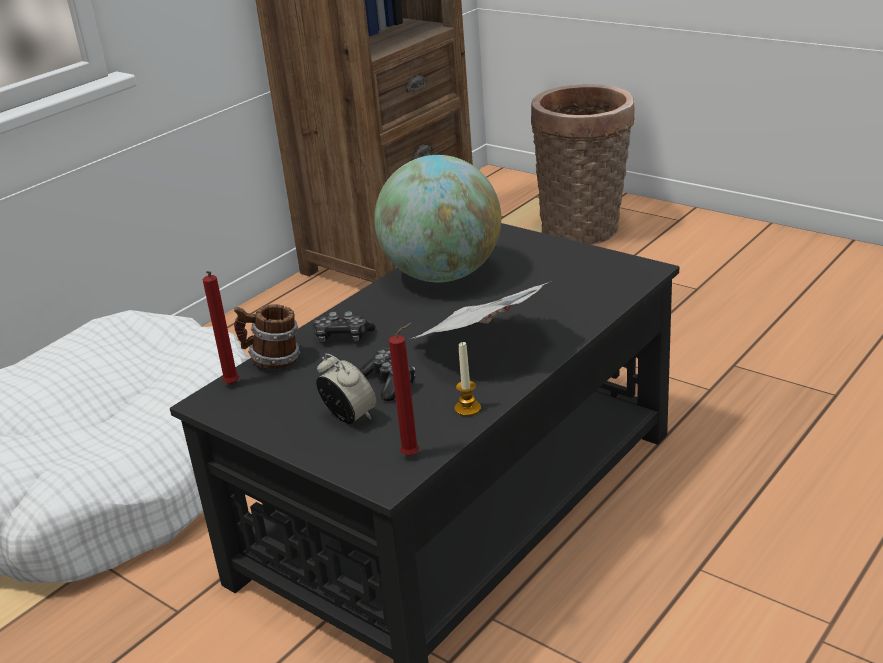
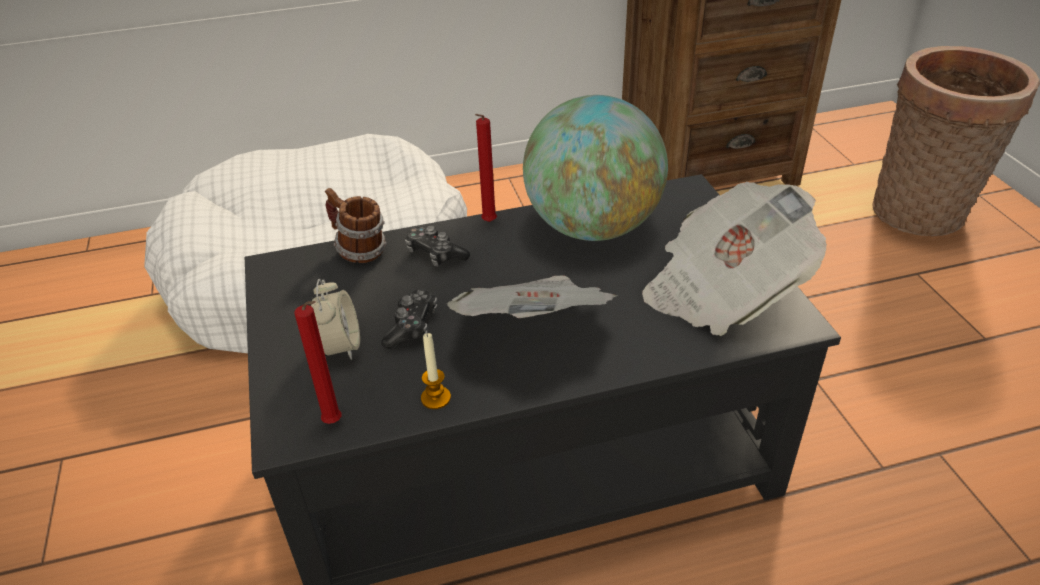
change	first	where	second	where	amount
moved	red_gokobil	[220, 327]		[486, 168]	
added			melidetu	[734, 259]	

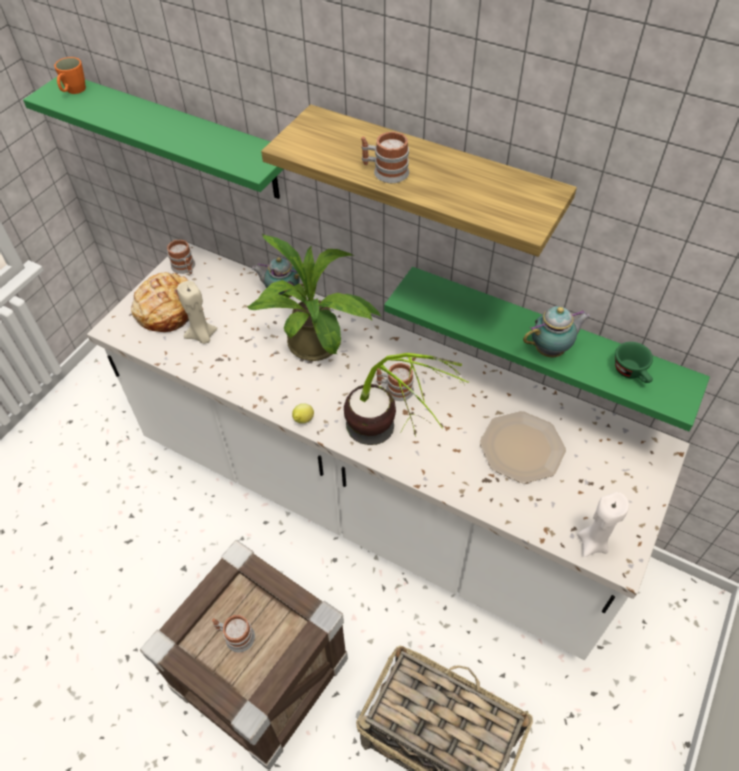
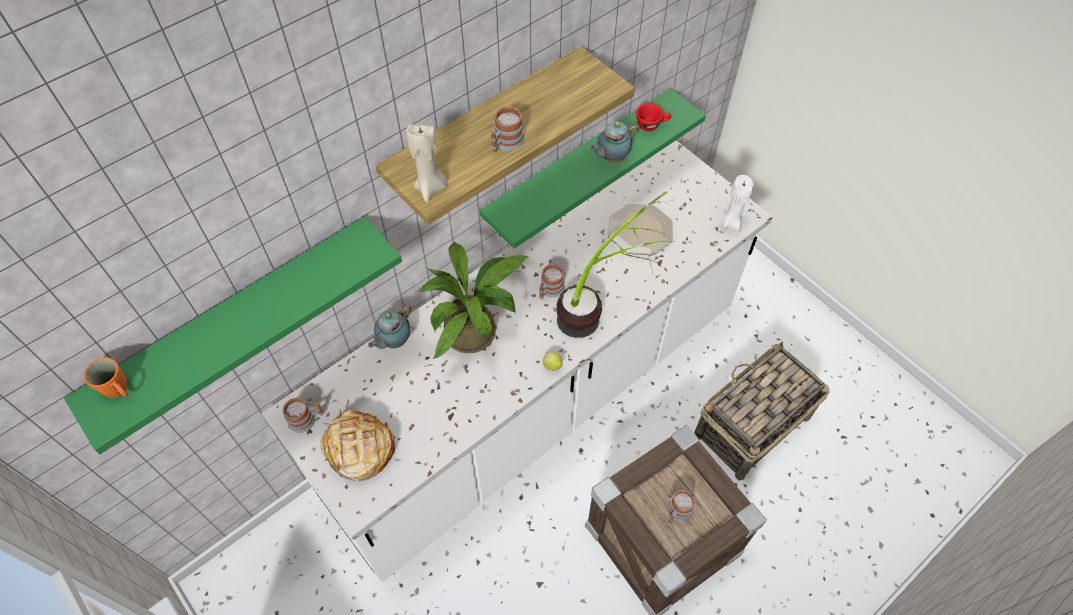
change	first	where	second	where	amount
moved	beige_gokobil	[197, 312]		[426, 163]	
turned	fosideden	[557, 331]		[614, 142]	120 degrees counterclockwise
recoloured	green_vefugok	[634, 362]	red_vefugok	[653, 117]	

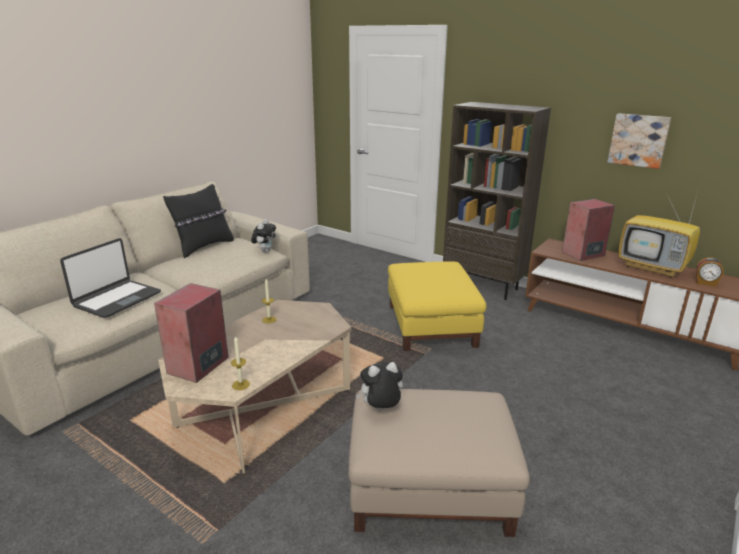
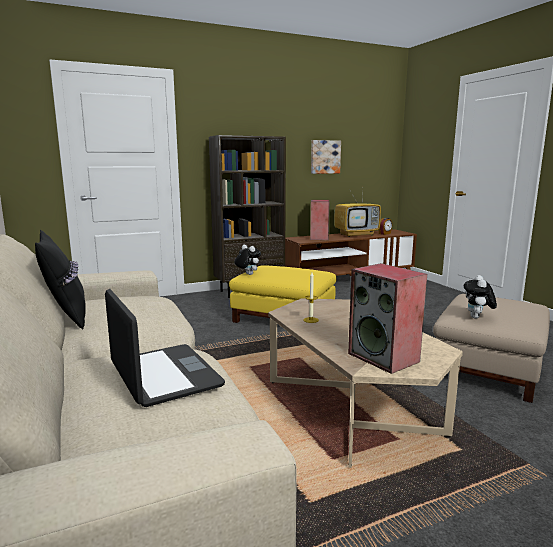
change	first	where	second	where	amount
removed	gokobil	[240, 362]			
moved	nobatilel	[263, 236]		[247, 260]	

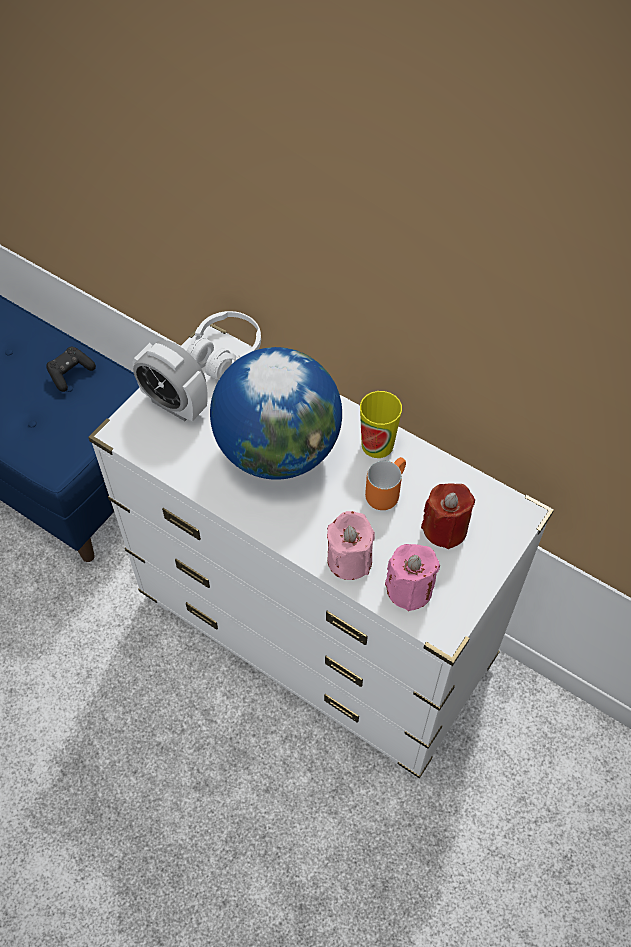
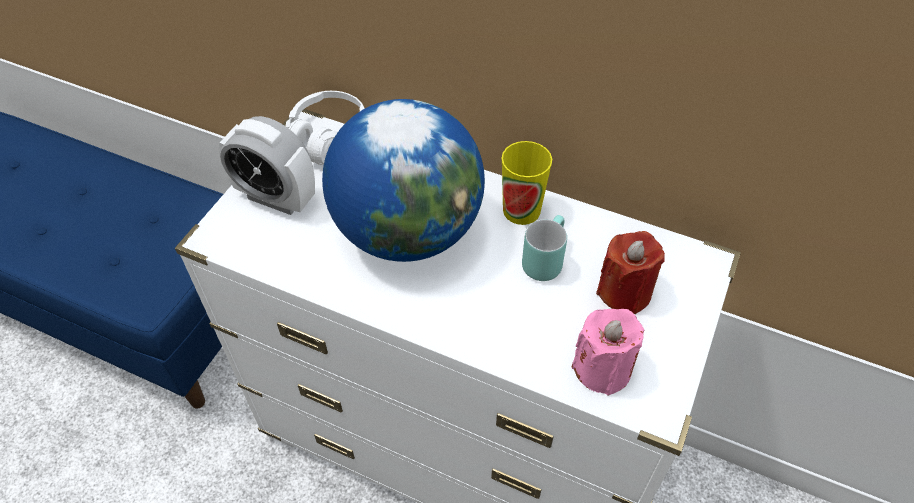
change	first	where	second	where	amount
removed	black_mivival	[71, 369]			
removed	pink_gokobil	[351, 545]			
recoloured	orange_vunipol	[385, 483]	turquoise_vunipol	[544, 248]	

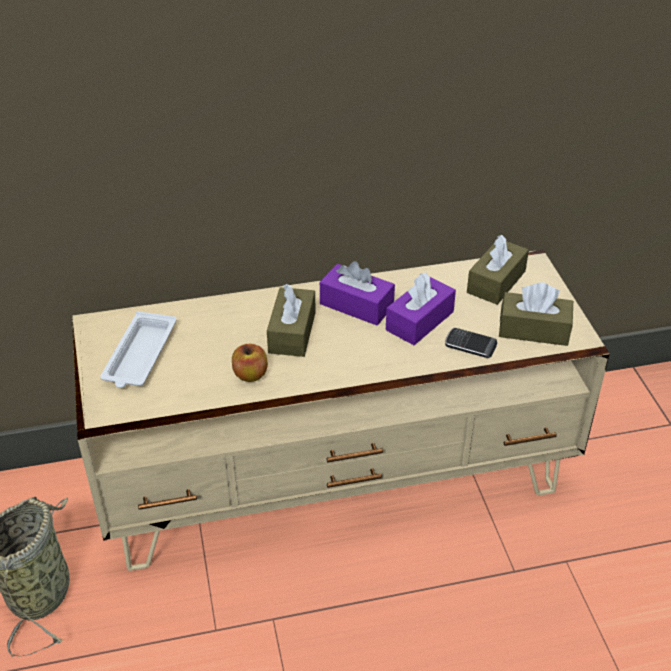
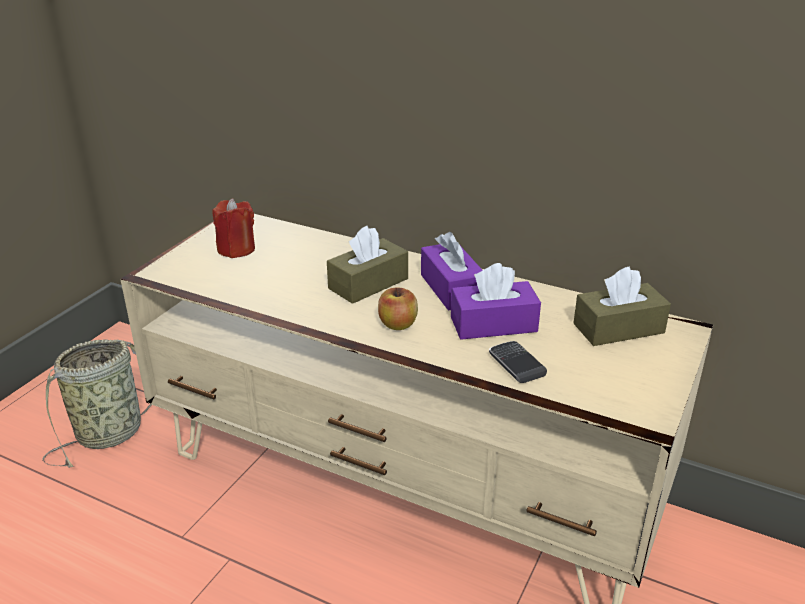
change	first	where	second	where	amount
replaced	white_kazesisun	[138, 349]	red_gokobil	[234, 228]	
moved	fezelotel	[250, 363]		[398, 309]	
removed	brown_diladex	[536, 314]			

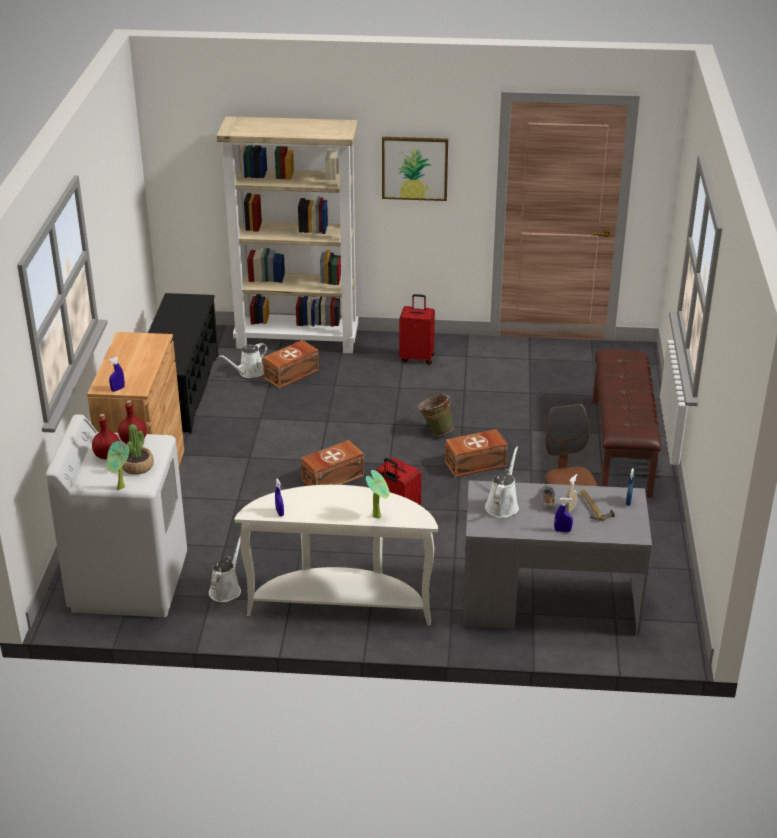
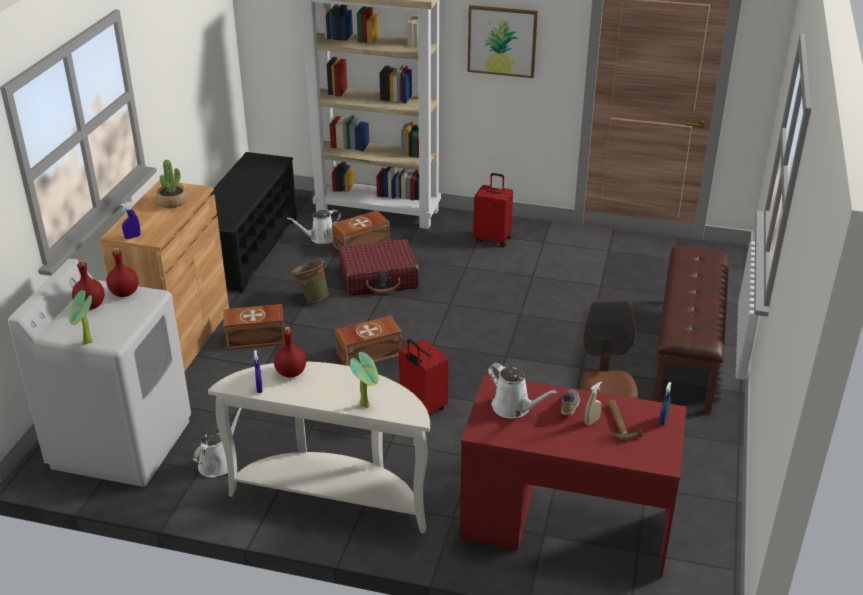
change	first	where	second	where	amount
moved	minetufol	[138, 449]		[172, 184]	
moved	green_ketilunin	[436, 414]		[310, 280]	
moved	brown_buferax	[476, 453]		[254, 327]	
recoloured	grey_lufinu	[557, 557]	red_lufinu	[573, 476]	
turned	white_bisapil	[502, 482]		[523, 390]	105 degrees clockwise
removed	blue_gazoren	[563, 515]			
added			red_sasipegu	[290, 352]	
added			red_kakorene	[379, 267]	

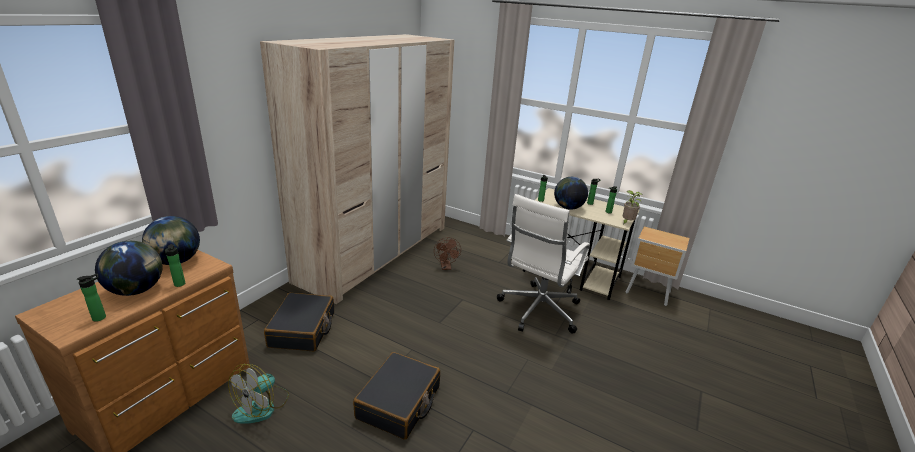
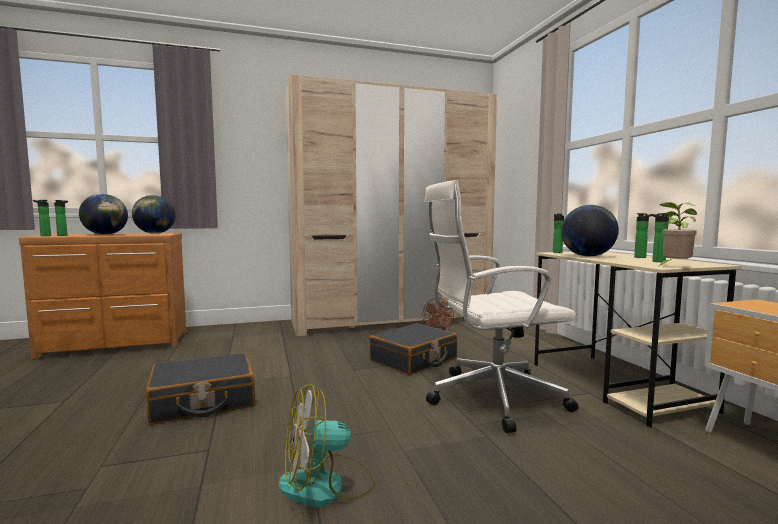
change	first	where	second	where	amount
moved	sasipegu	[175, 265]		[42, 218]	
moved	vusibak	[258, 394]		[327, 445]	
moved	black_kakorene	[299, 322]		[413, 349]	

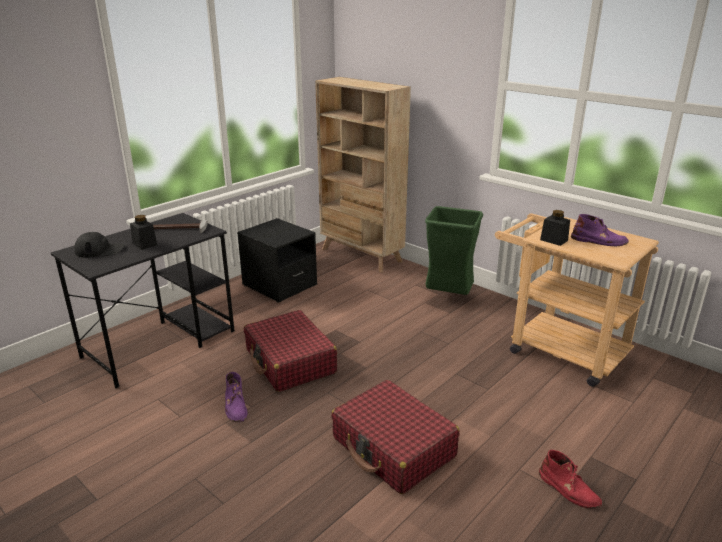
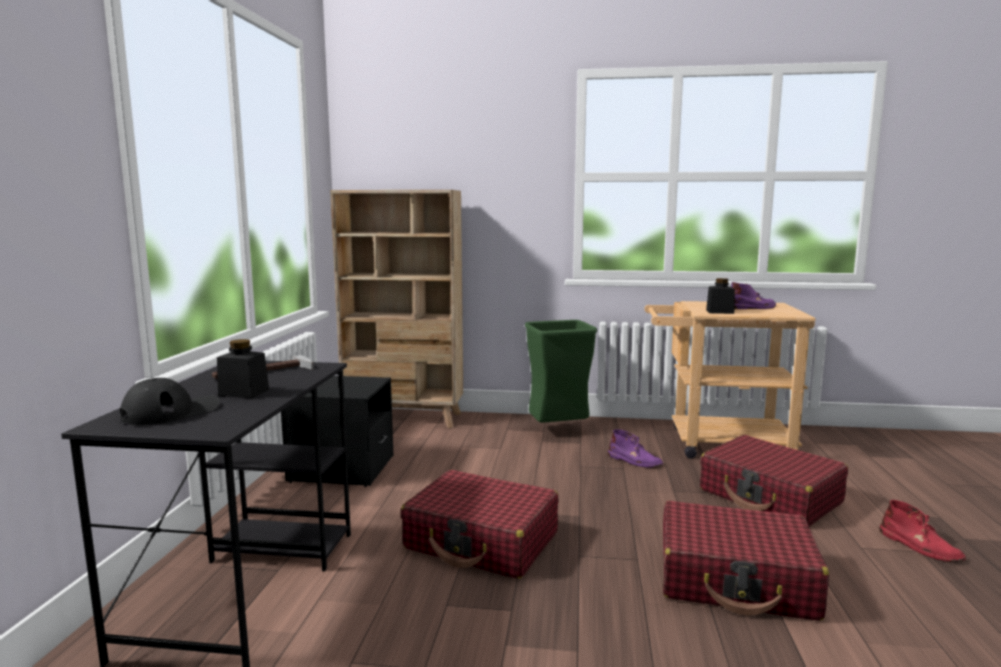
change	first	where	second	where	amount
moved	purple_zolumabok	[236, 397]		[635, 448]	
turned	red_zolumabok	[570, 479]		[922, 531]	45 degrees clockwise
added			red_kakorene	[774, 481]	

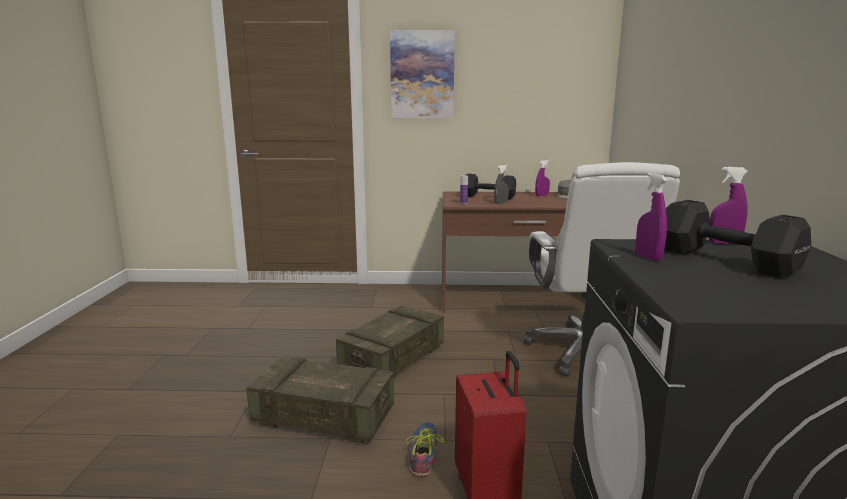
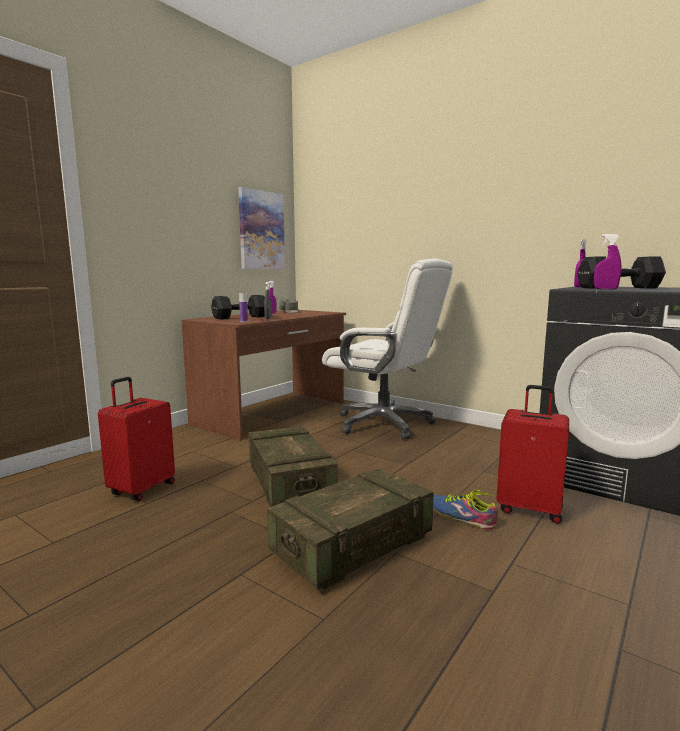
change	first	where	second	where	amount
moved	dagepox	[422, 74]		[261, 228]	
added			red_kakorene	[136, 439]	

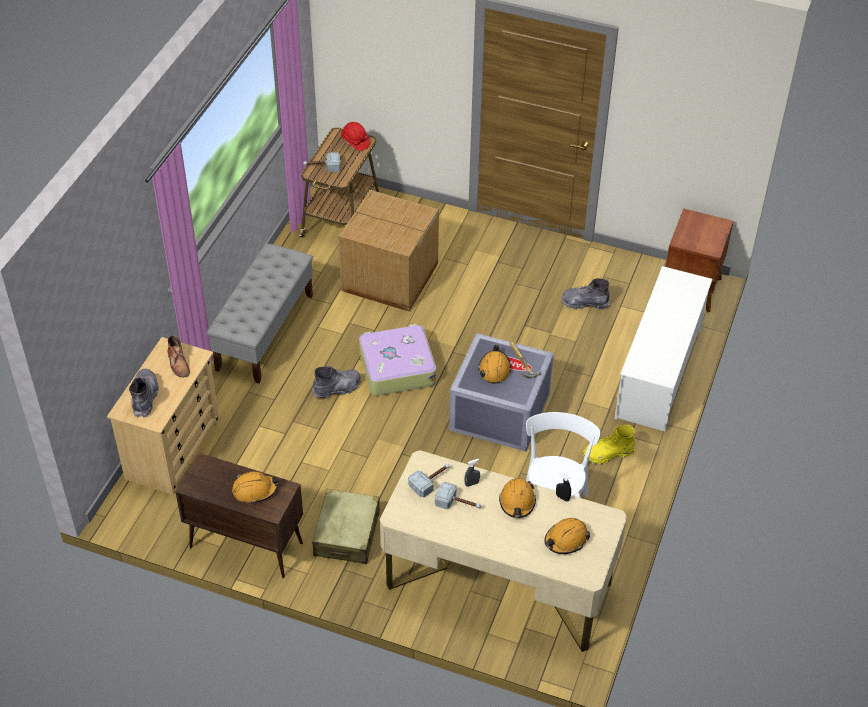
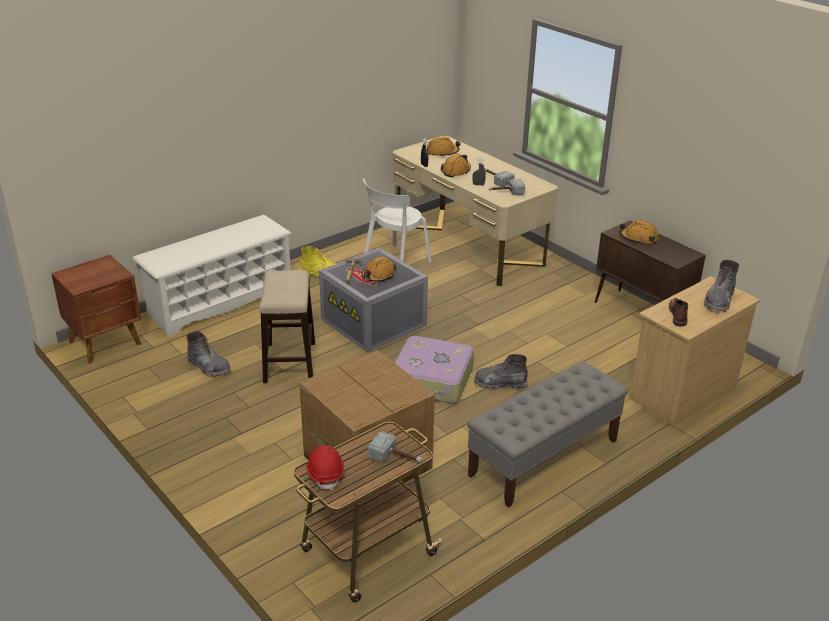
change	first	where	second	where	amount
removed	beige_kakorene	[346, 526]			
added			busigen	[287, 326]	

